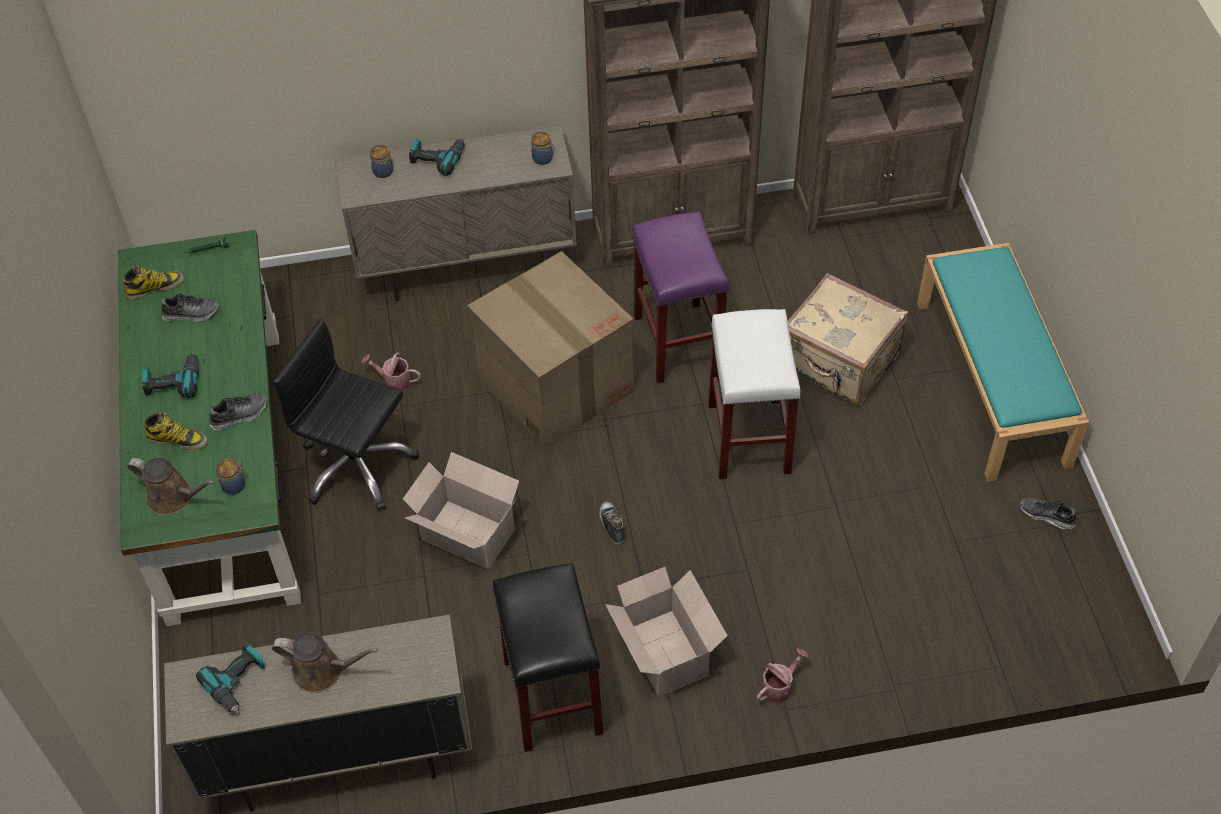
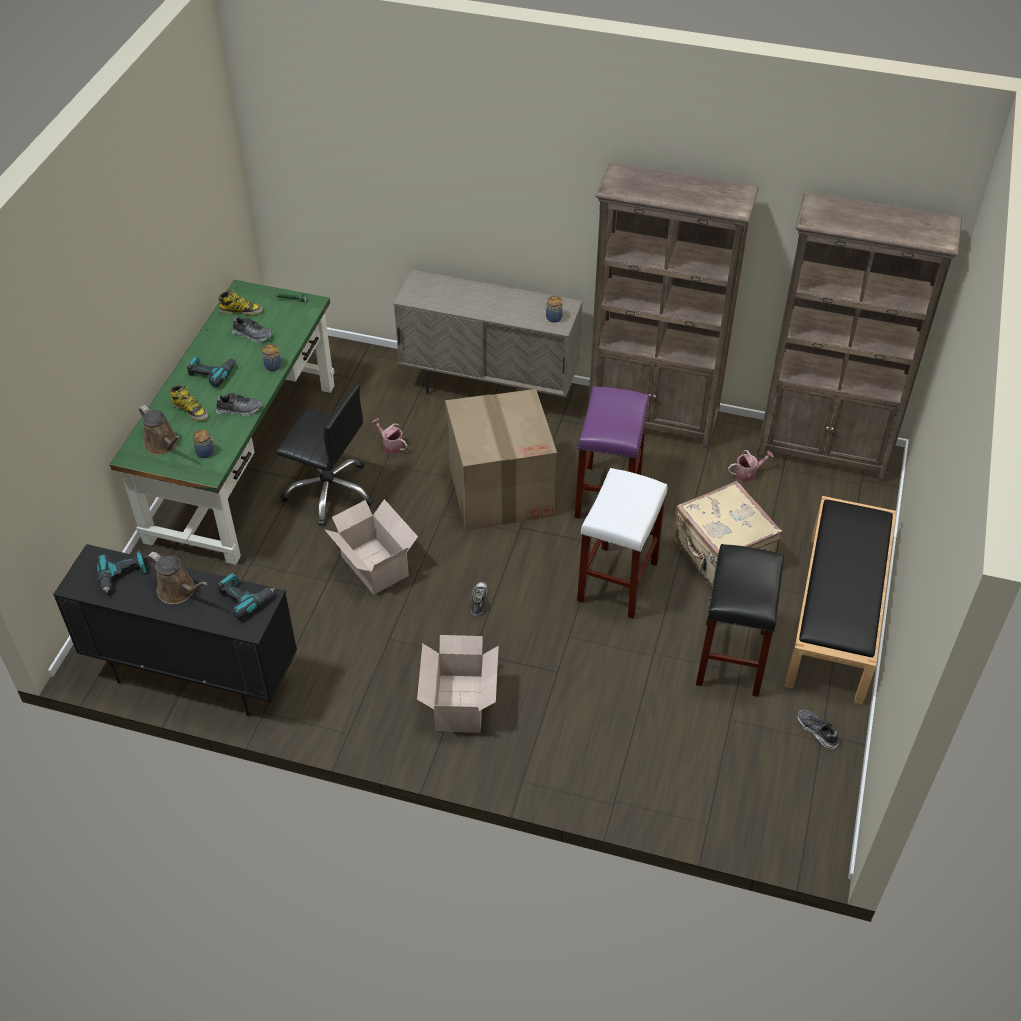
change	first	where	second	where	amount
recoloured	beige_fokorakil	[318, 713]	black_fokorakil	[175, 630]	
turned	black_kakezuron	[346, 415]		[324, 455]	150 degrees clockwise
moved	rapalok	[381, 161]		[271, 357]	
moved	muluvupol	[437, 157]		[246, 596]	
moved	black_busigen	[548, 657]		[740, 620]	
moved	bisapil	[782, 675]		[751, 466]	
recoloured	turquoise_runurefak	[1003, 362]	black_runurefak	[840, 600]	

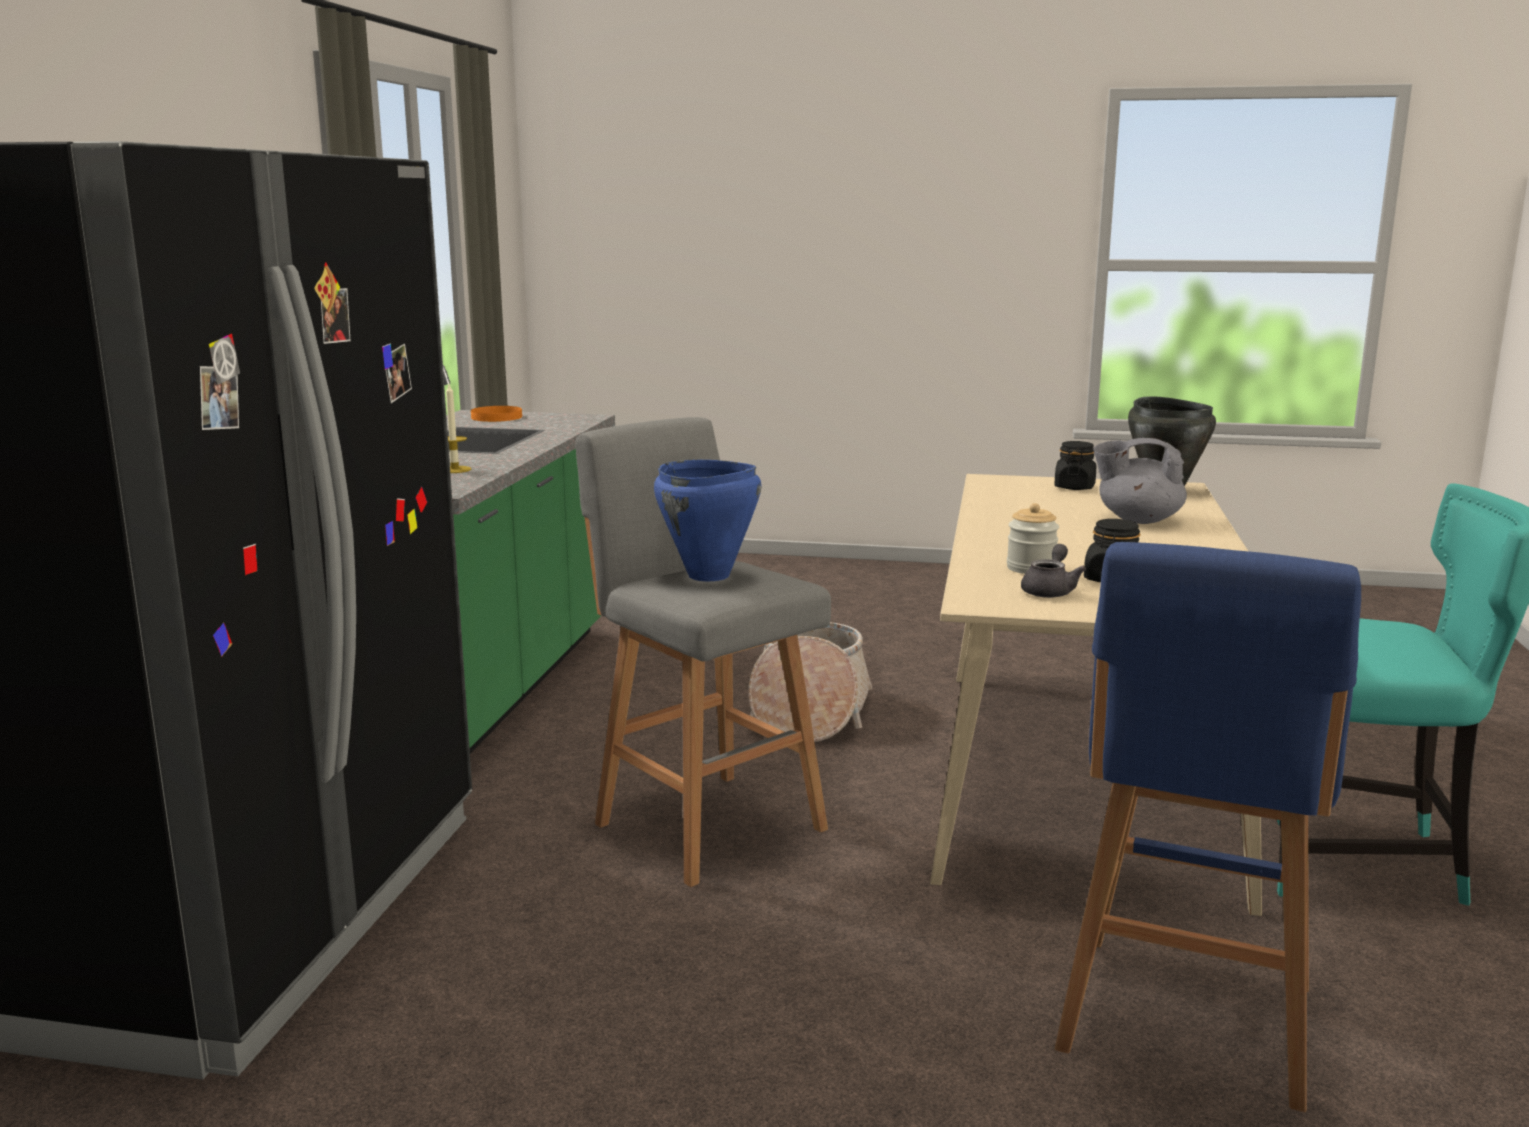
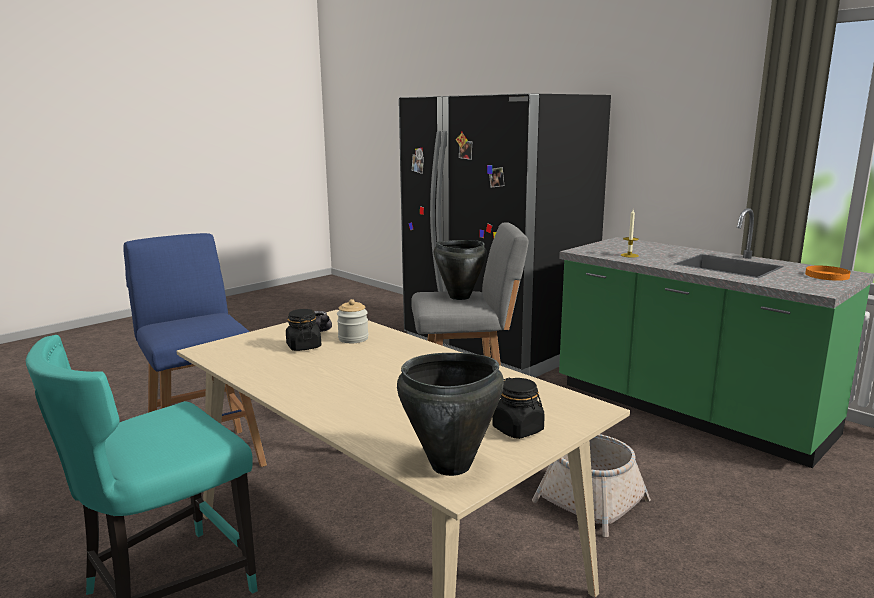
change	first	where	second	where	amount
recoloured	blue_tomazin	[707, 520]	black_tomazin	[460, 270]	
removed	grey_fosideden	[1140, 481]			

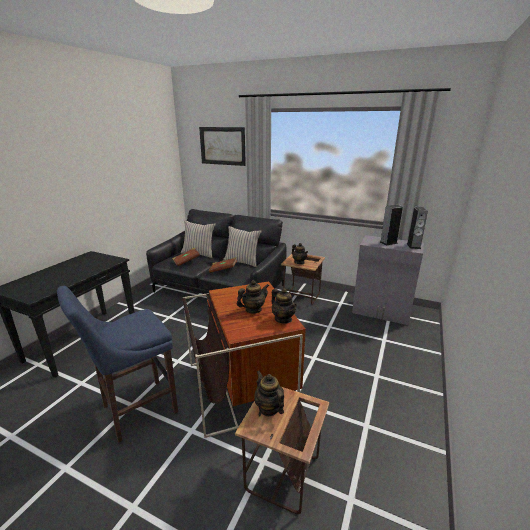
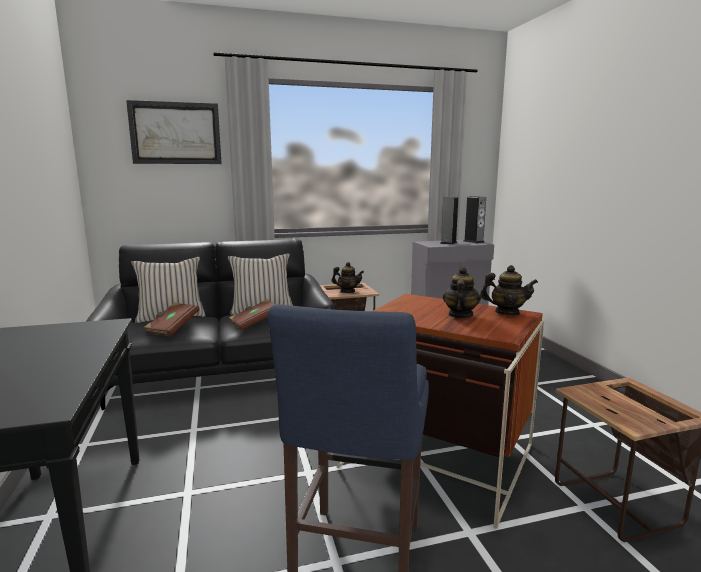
change	first	where	second	where	amount
removed	fosideden	[269, 393]			

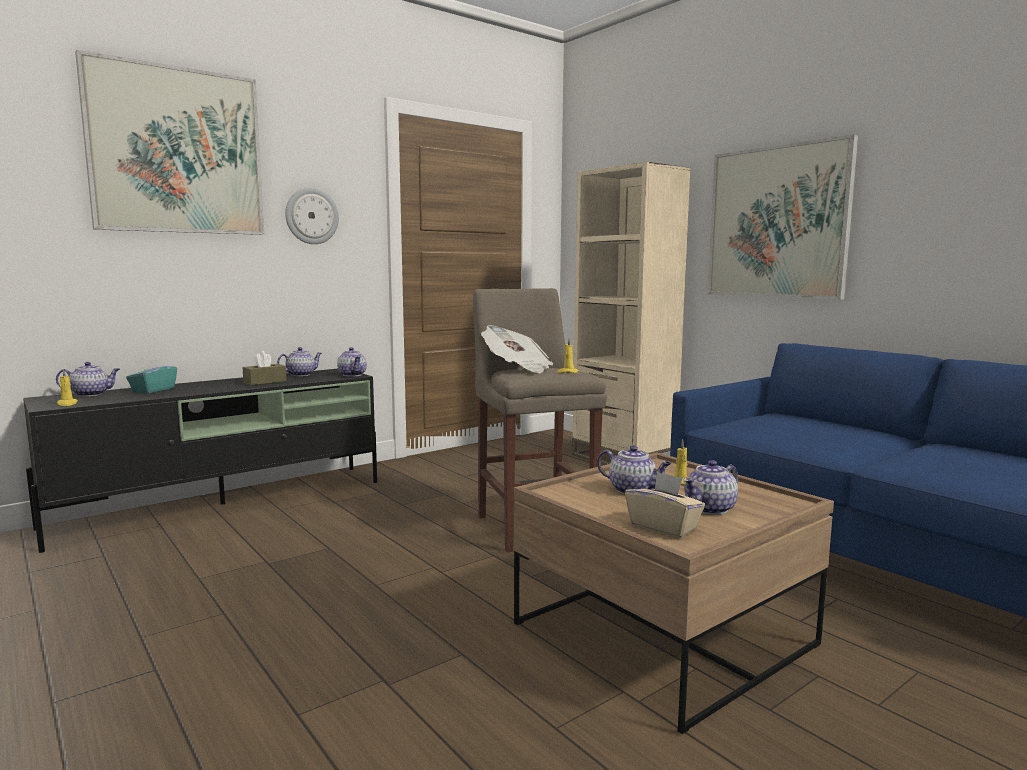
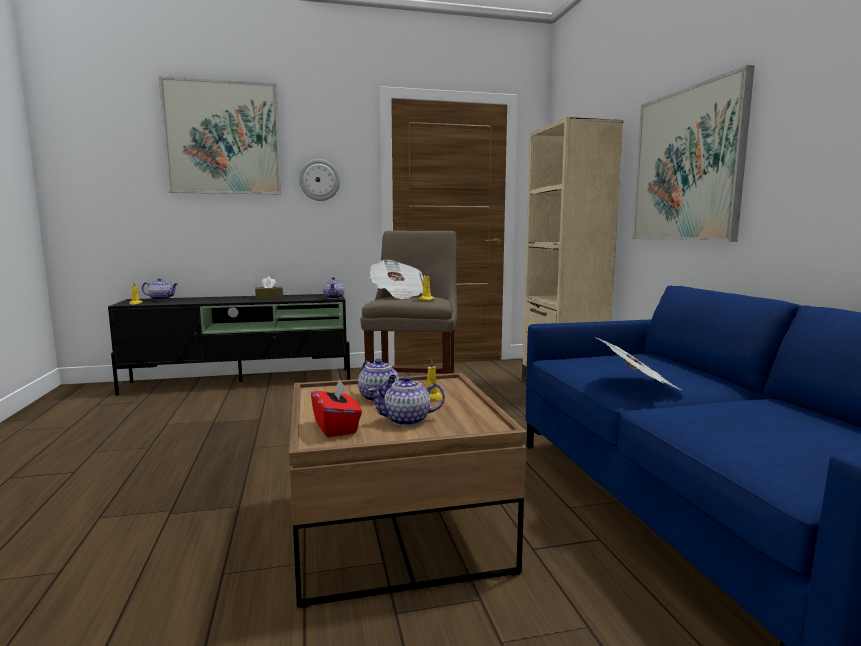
change	first	where	second	where	amount
removed	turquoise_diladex	[151, 376]			
removed	fosideden	[299, 361]			
recoloured	beige_diladex	[665, 504]	red_diladex	[336, 408]	
added			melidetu	[640, 364]	

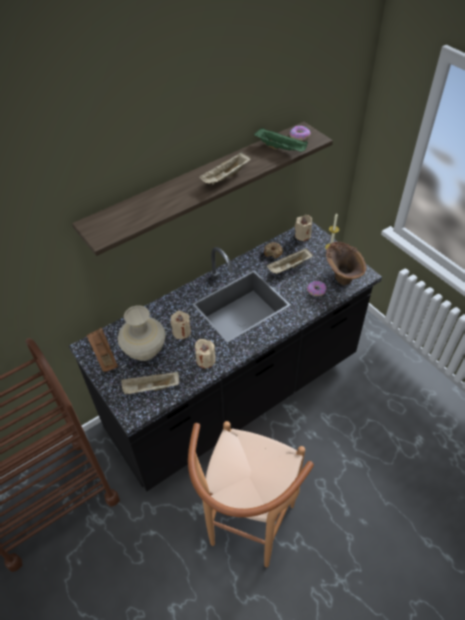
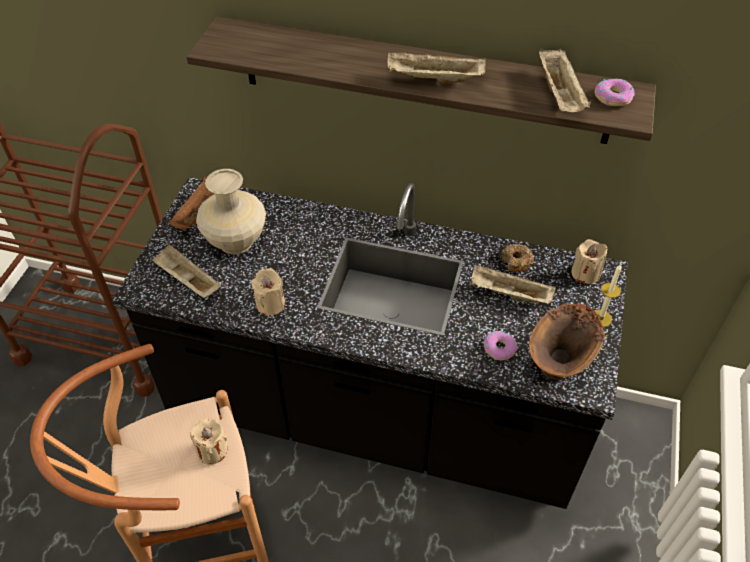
change	first	where	second	where	amount
moved	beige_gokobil	[180, 325]		[209, 441]	
recoloured	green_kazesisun	[281, 140]	beige_kazesisun	[565, 80]	

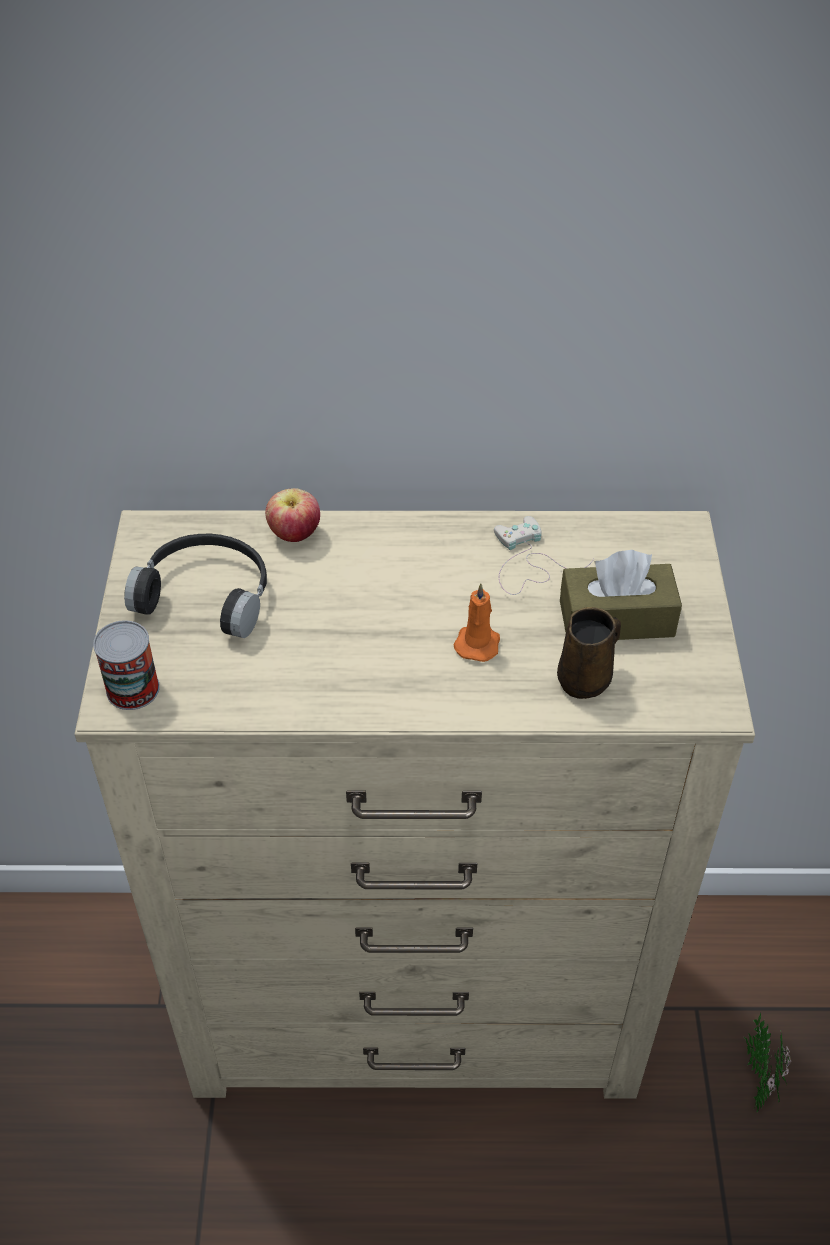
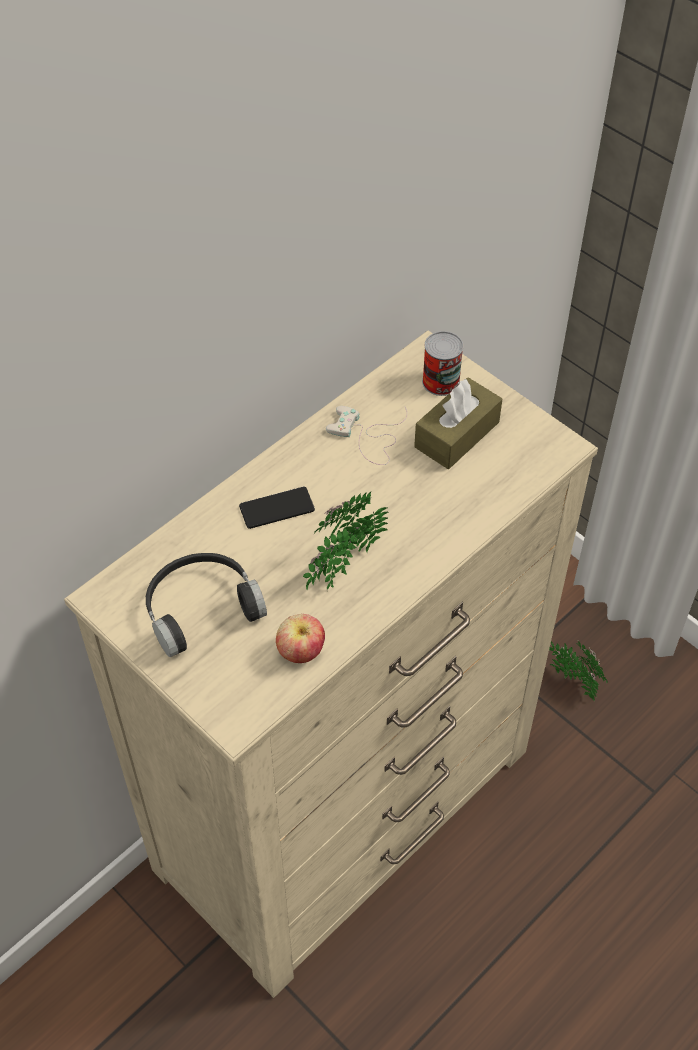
change	first	where	second	where	amount
moved	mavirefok	[126, 665]		[443, 363]	
moved	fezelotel	[292, 515]		[300, 638]	
removed	orange_gokobil	[477, 622]			
removed	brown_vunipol	[589, 653]			
added			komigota	[277, 508]	
added			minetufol	[345, 541]	

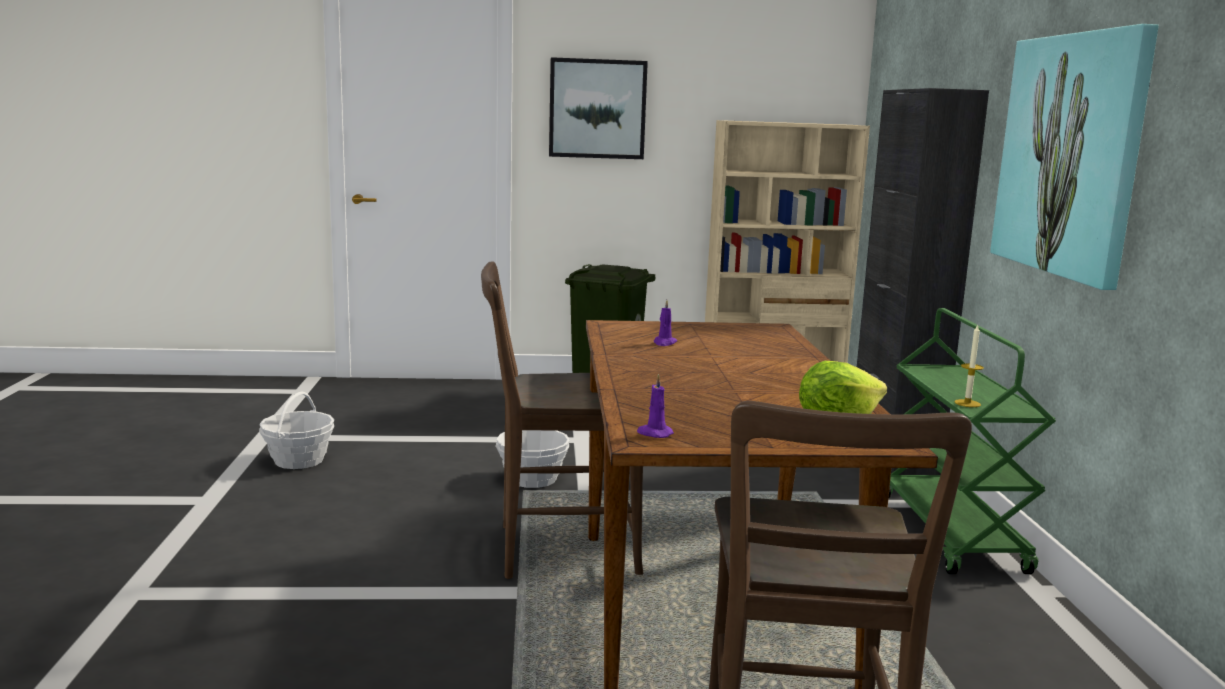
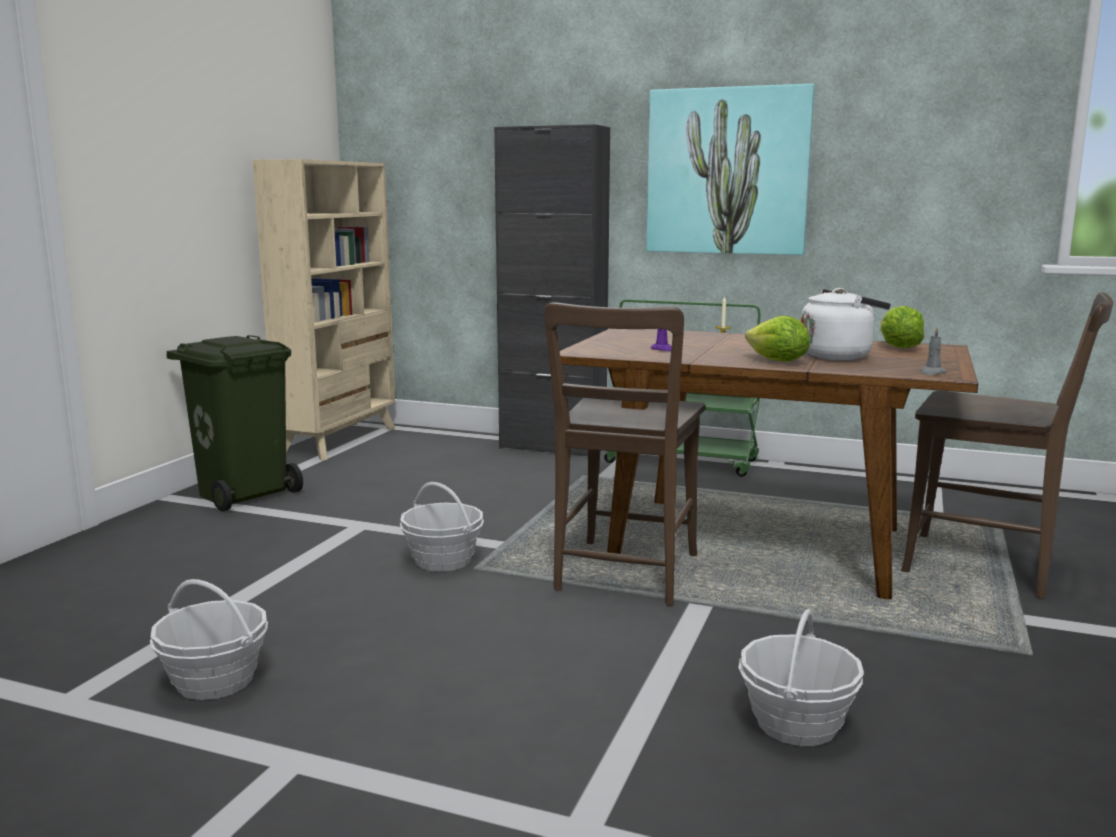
change	first	where	second	where	amount
removed	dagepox	[598, 108]			
recoloured	purple_gokobil	[655, 406]	grey_gokobil	[933, 351]	
added			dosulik	[801, 677]	
added			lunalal	[777, 339]	
added			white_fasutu	[846, 324]	

